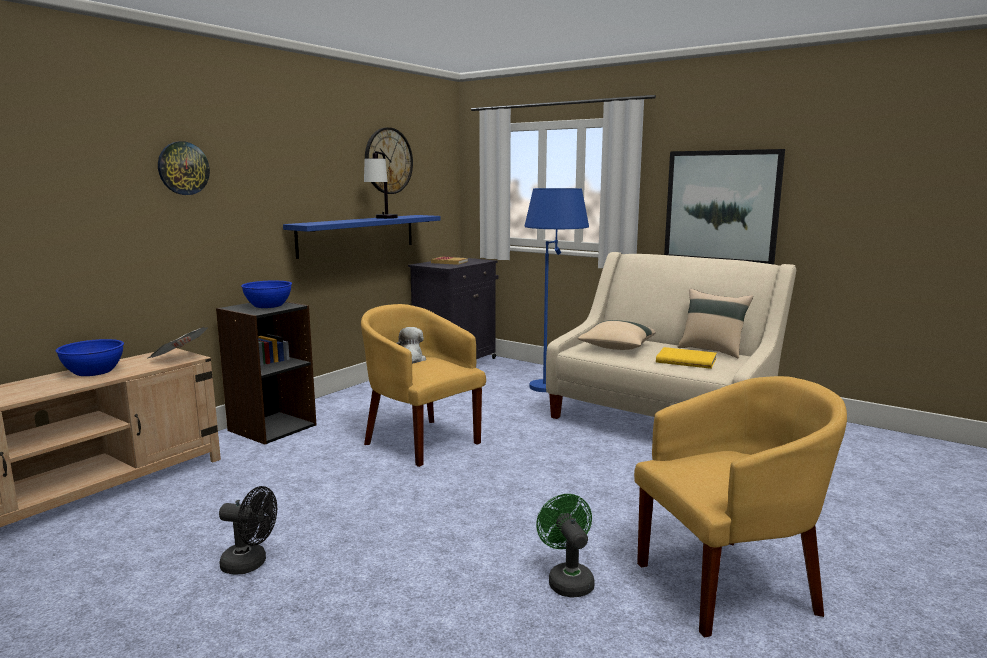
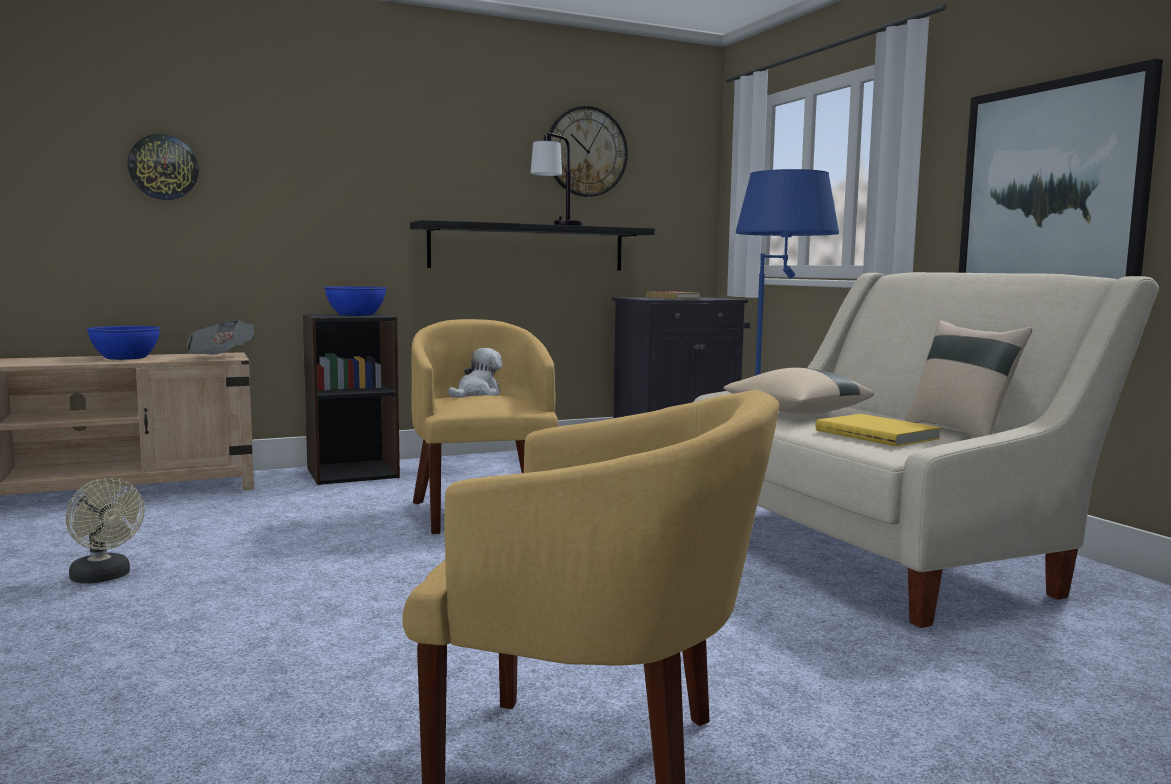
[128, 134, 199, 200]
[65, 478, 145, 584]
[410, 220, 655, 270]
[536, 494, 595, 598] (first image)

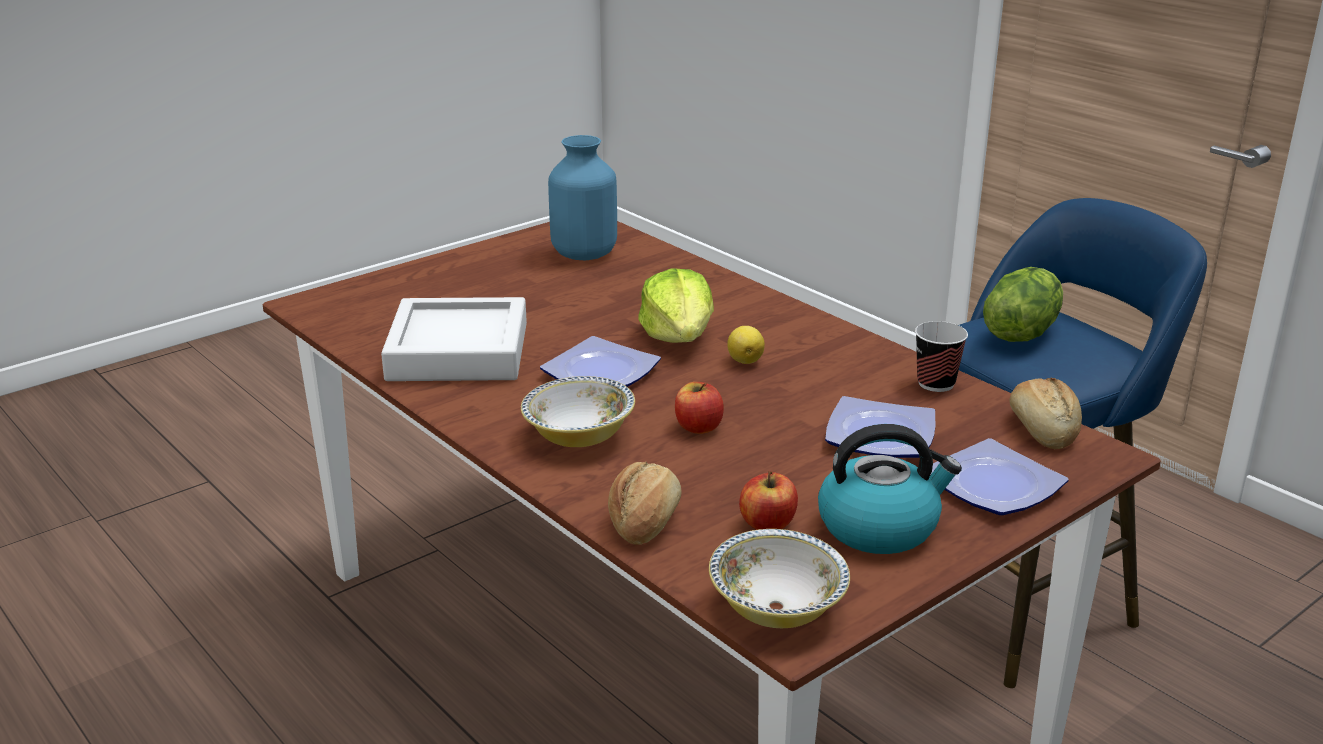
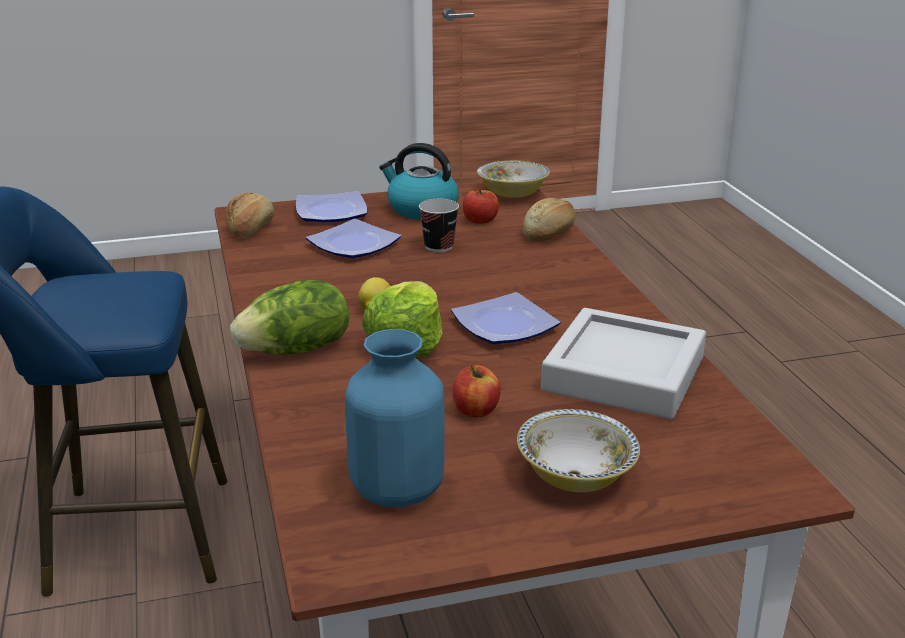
[517, 409, 640, 492]
[453, 365, 501, 417]
[419, 199, 459, 252]
[230, 280, 349, 354]

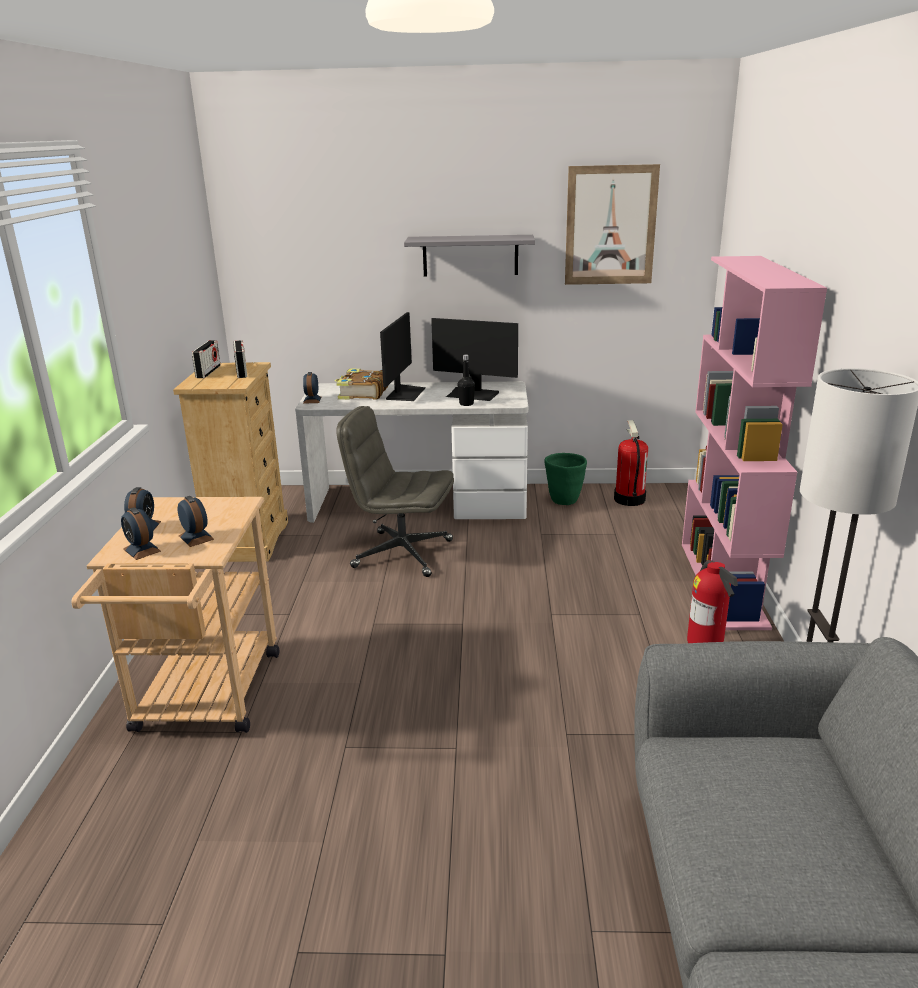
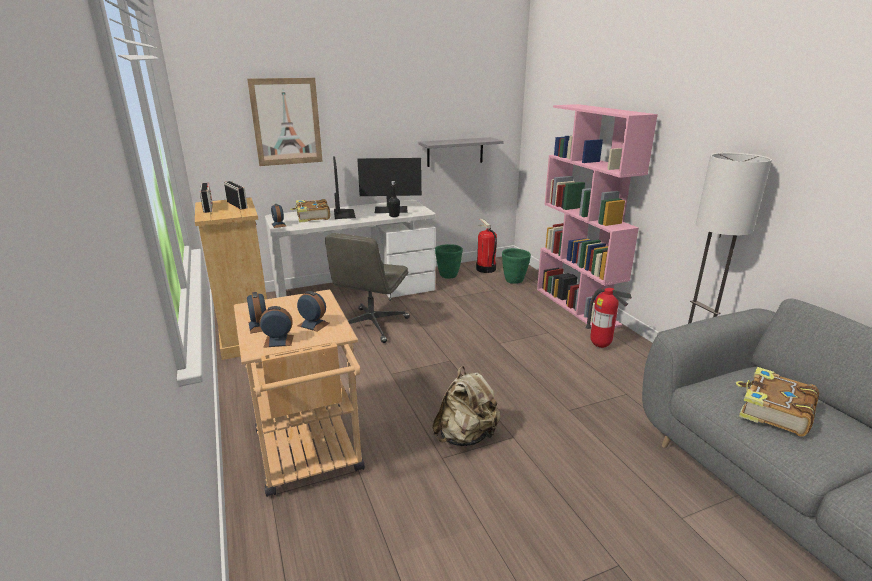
[260, 306, 294, 348]
[325, 233, 410, 343]
[418, 137, 504, 167]
[247, 78, 323, 166]
[432, 366, 501, 446]
[502, 248, 531, 284]
[736, 367, 819, 437]

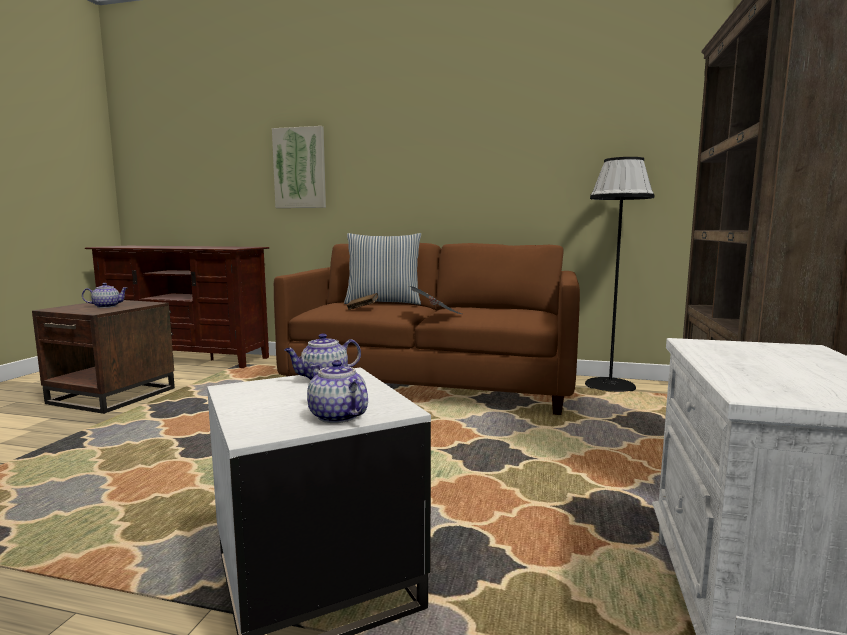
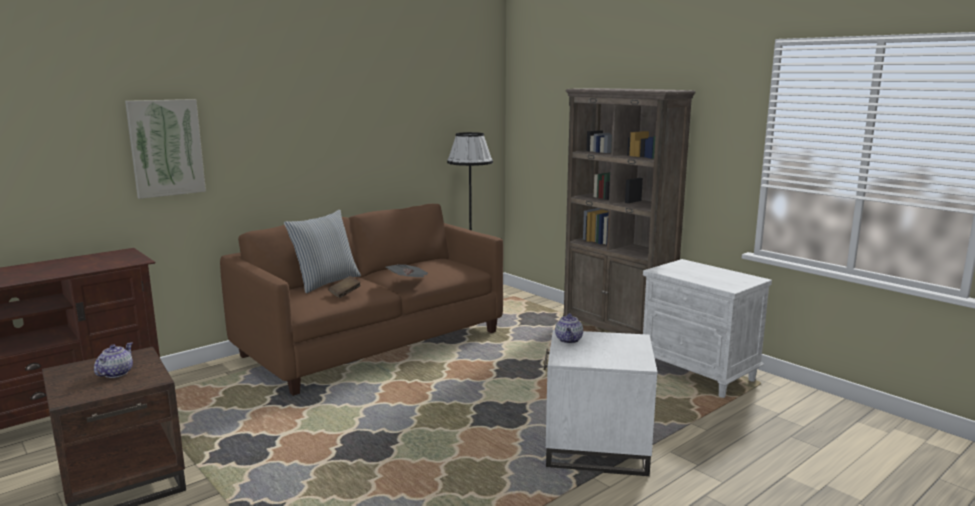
[307, 360, 368, 423] (first image)

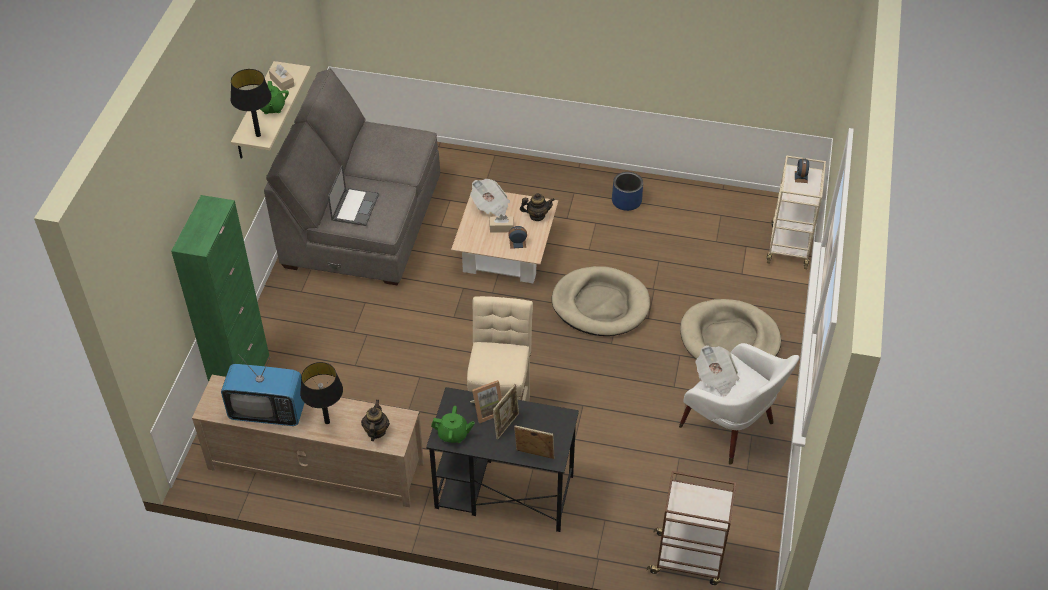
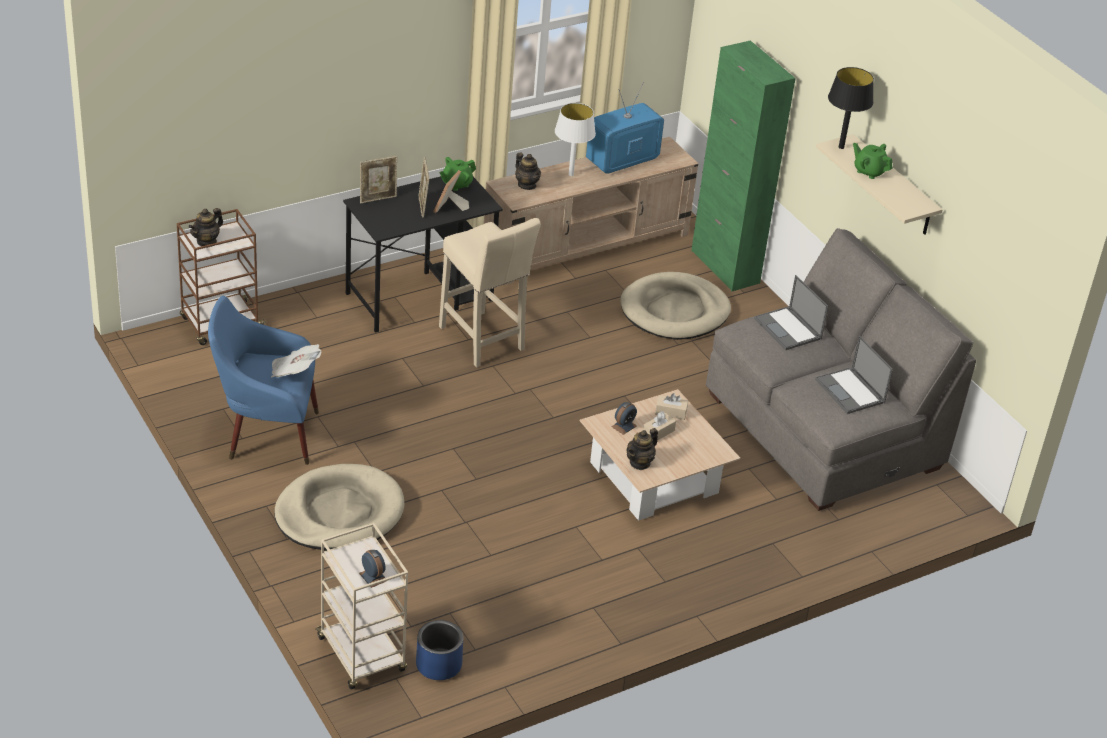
[655, 393, 688, 420]
[555, 103, 596, 176]
[470, 179, 510, 217] (first image)
[620, 272, 731, 340]
[416, 620, 463, 680]
[208, 296, 319, 465]
[188, 208, 223, 248]
[815, 335, 893, 414]

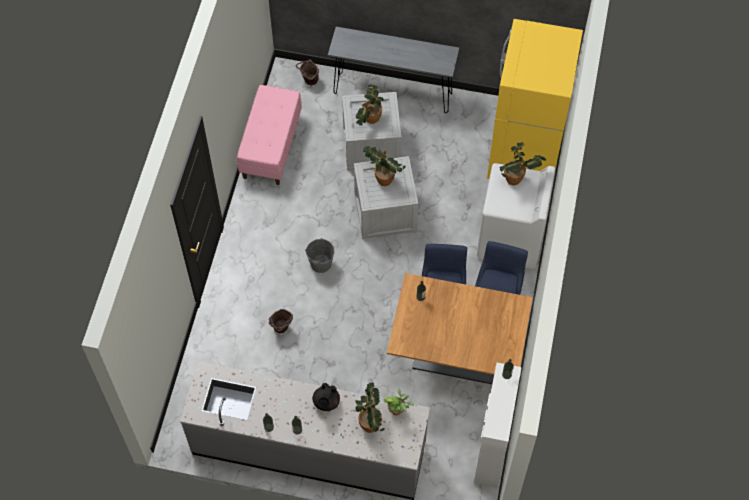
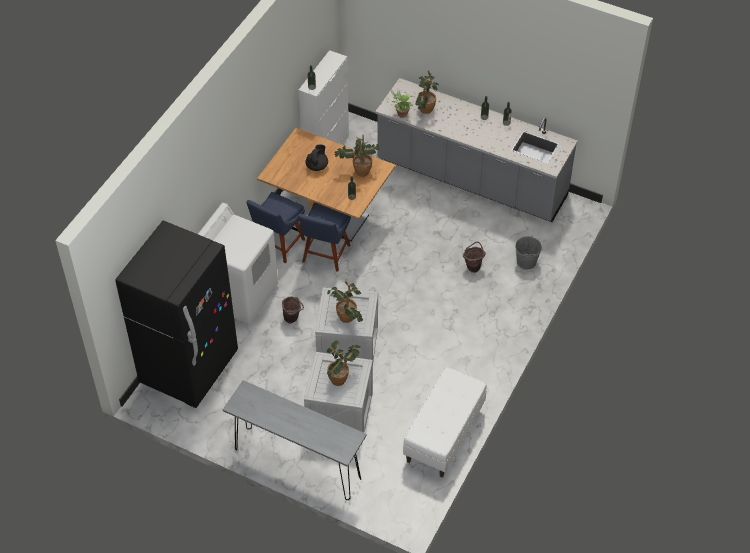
[403, 367, 487, 477]
[282, 296, 304, 323]
[515, 236, 542, 269]
[306, 144, 328, 171]
[115, 220, 238, 408]
[335, 135, 380, 177]

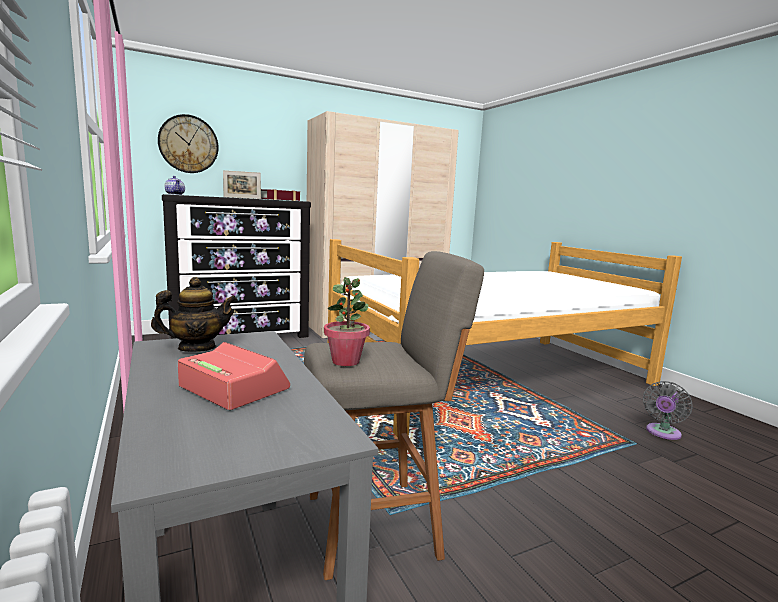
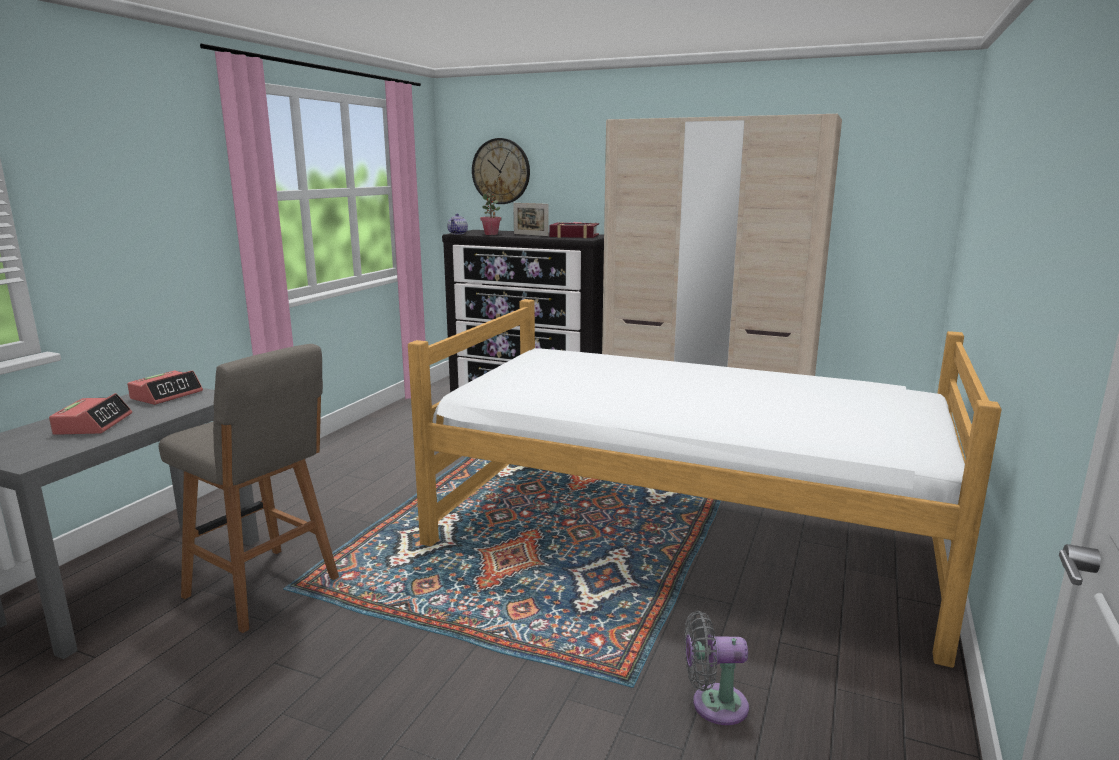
[127, 371, 203, 405]
[480, 193, 502, 235]

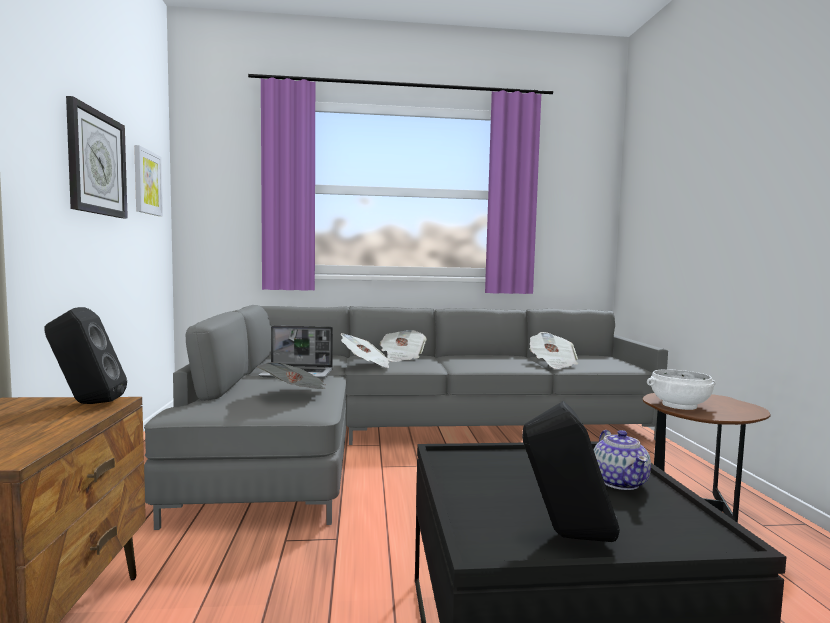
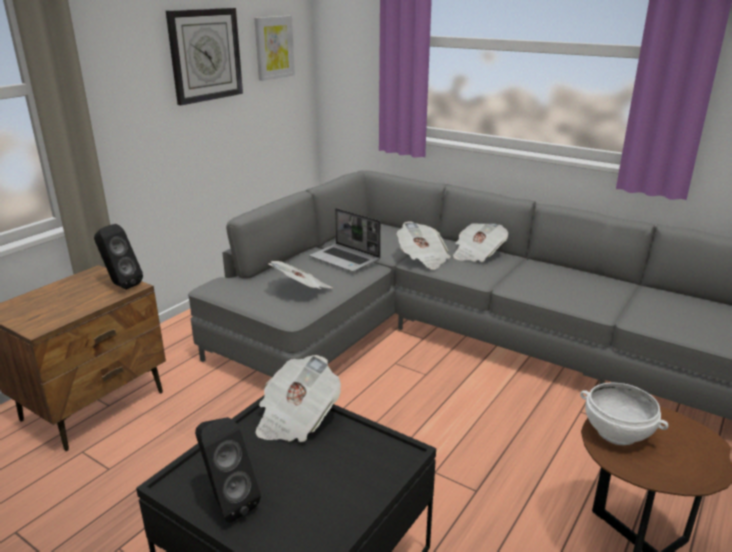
[255, 355, 341, 442]
[594, 430, 651, 490] (first image)

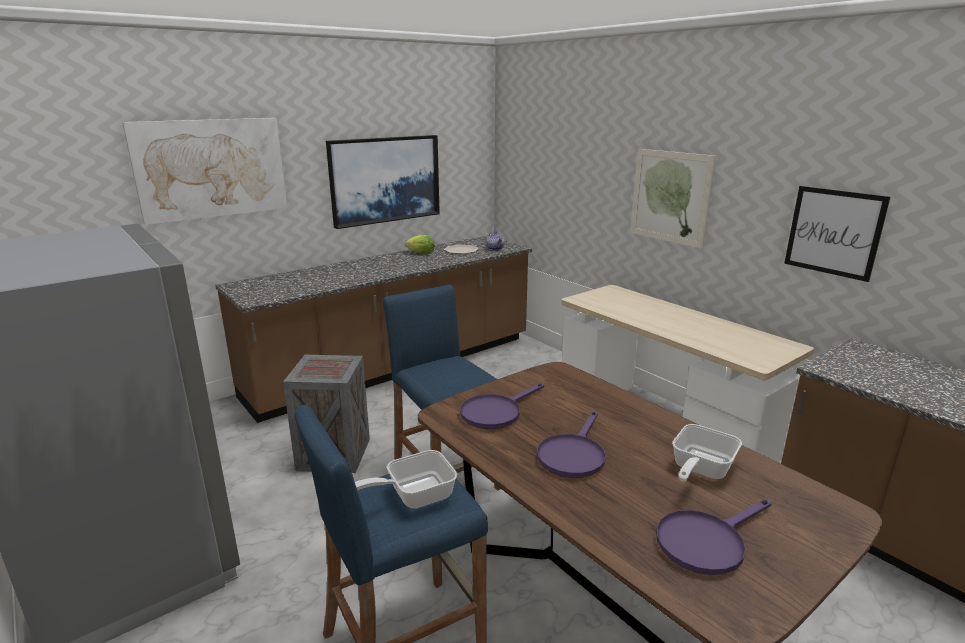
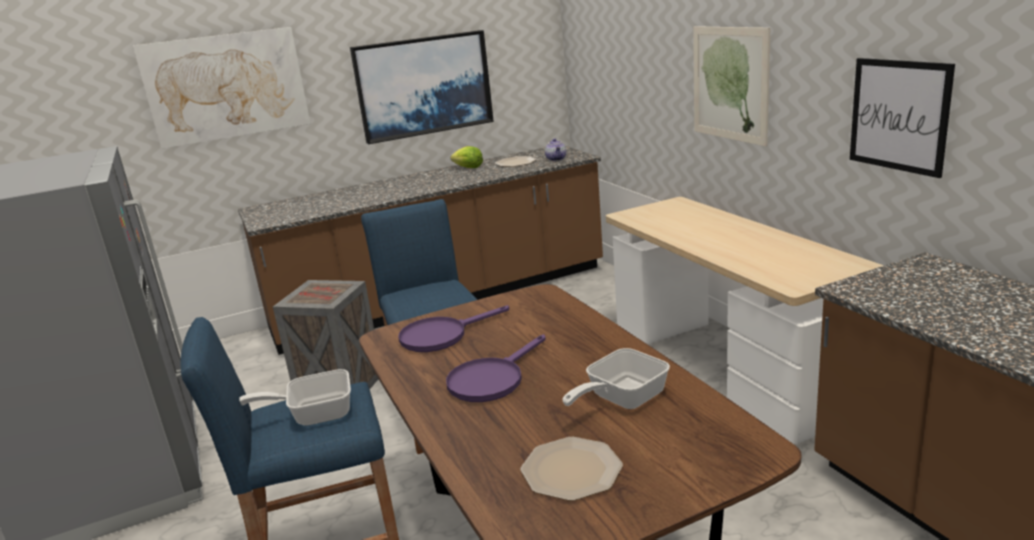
[521, 437, 623, 501]

